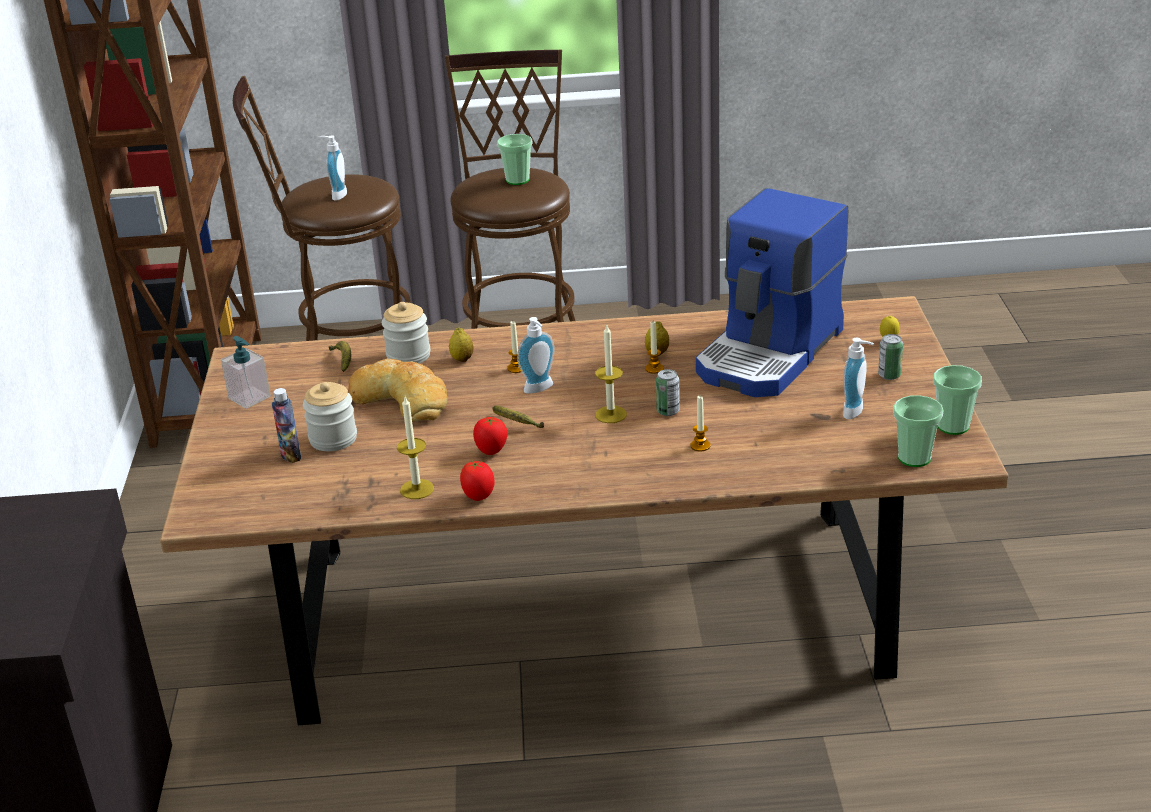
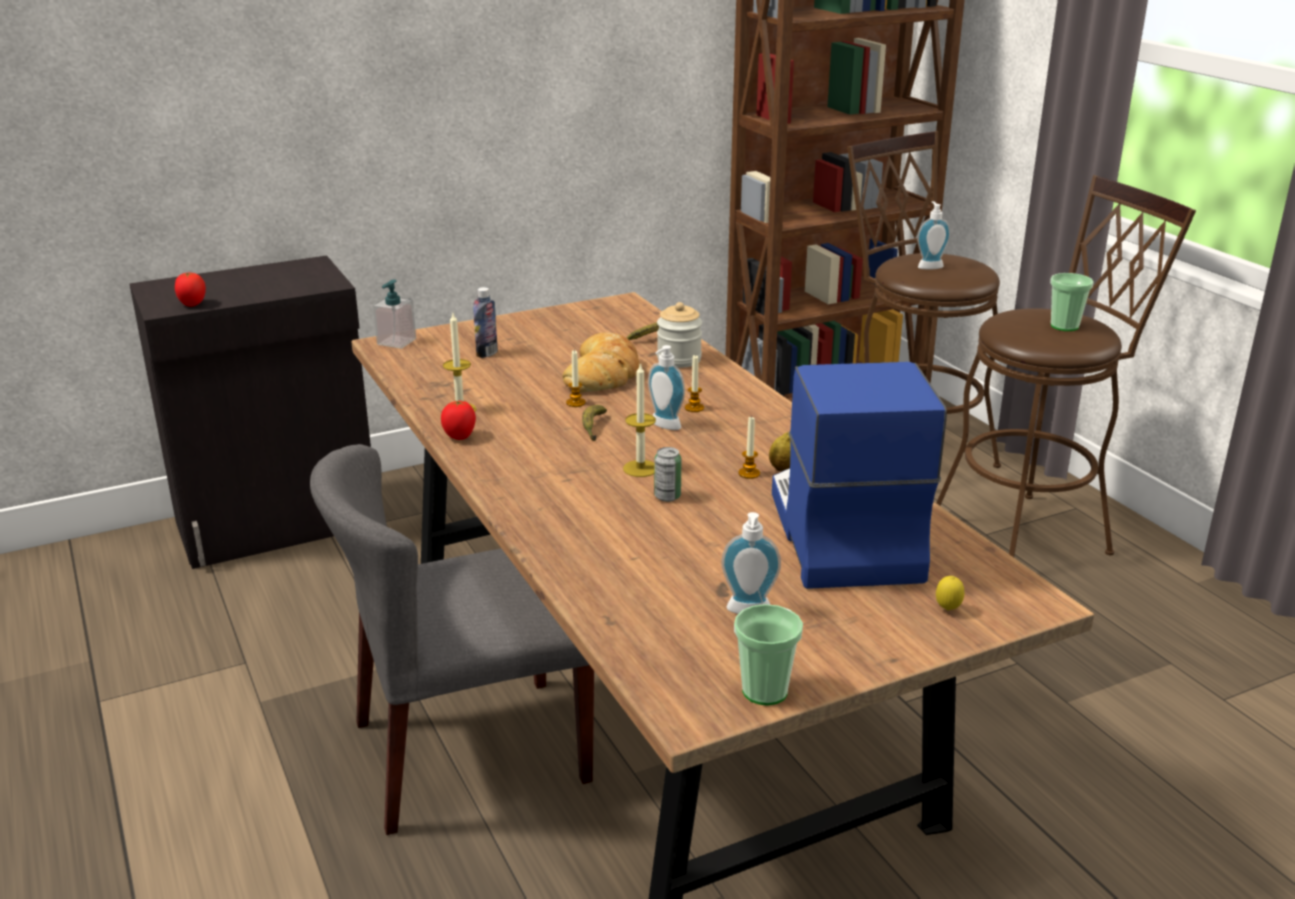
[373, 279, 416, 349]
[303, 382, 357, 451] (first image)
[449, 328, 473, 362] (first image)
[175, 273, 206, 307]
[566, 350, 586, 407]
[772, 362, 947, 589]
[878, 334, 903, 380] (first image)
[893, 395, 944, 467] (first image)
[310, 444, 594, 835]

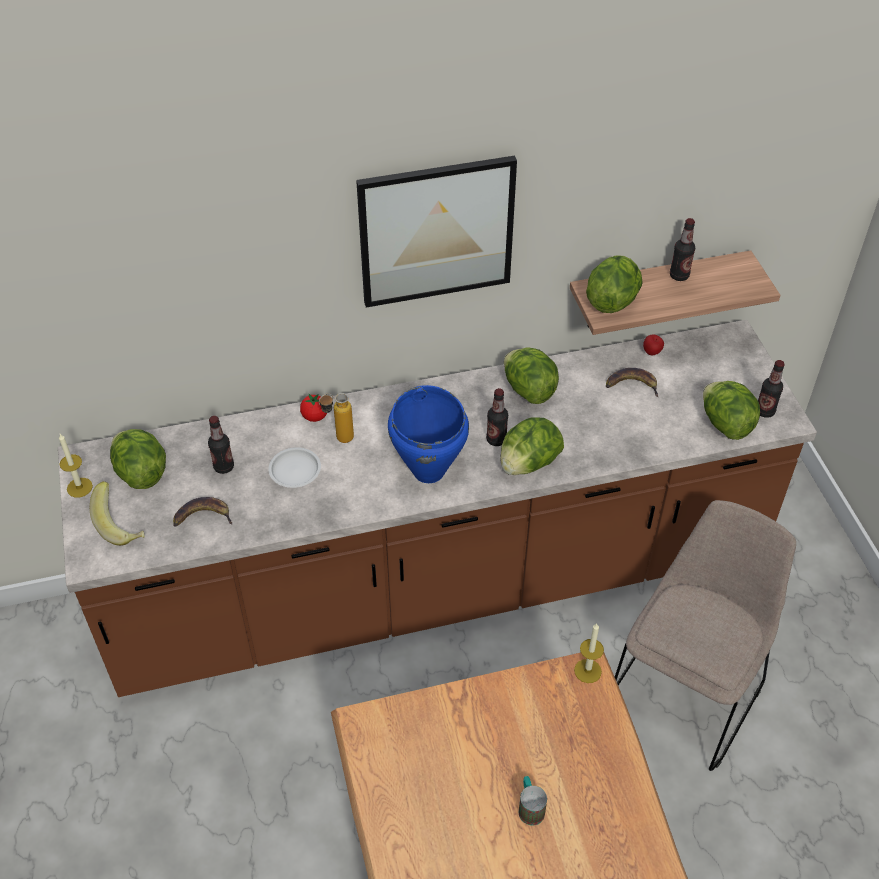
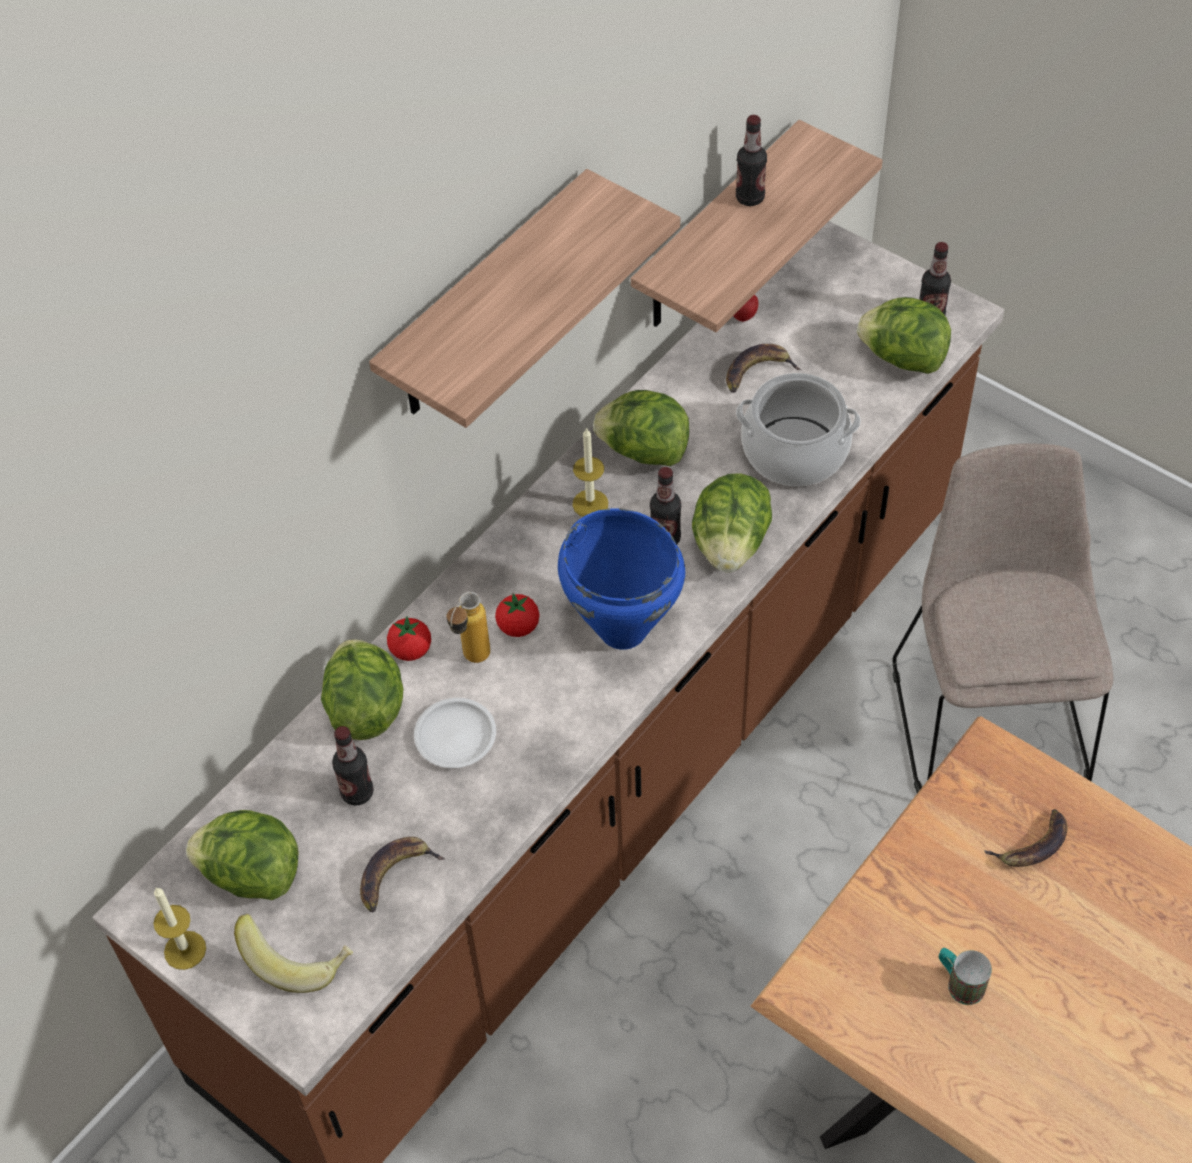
[369, 169, 680, 428]
[939, 948, 992, 1005]
[573, 427, 608, 517]
[321, 639, 403, 740]
[495, 593, 540, 637]
[736, 373, 861, 486]
[984, 809, 1068, 867]

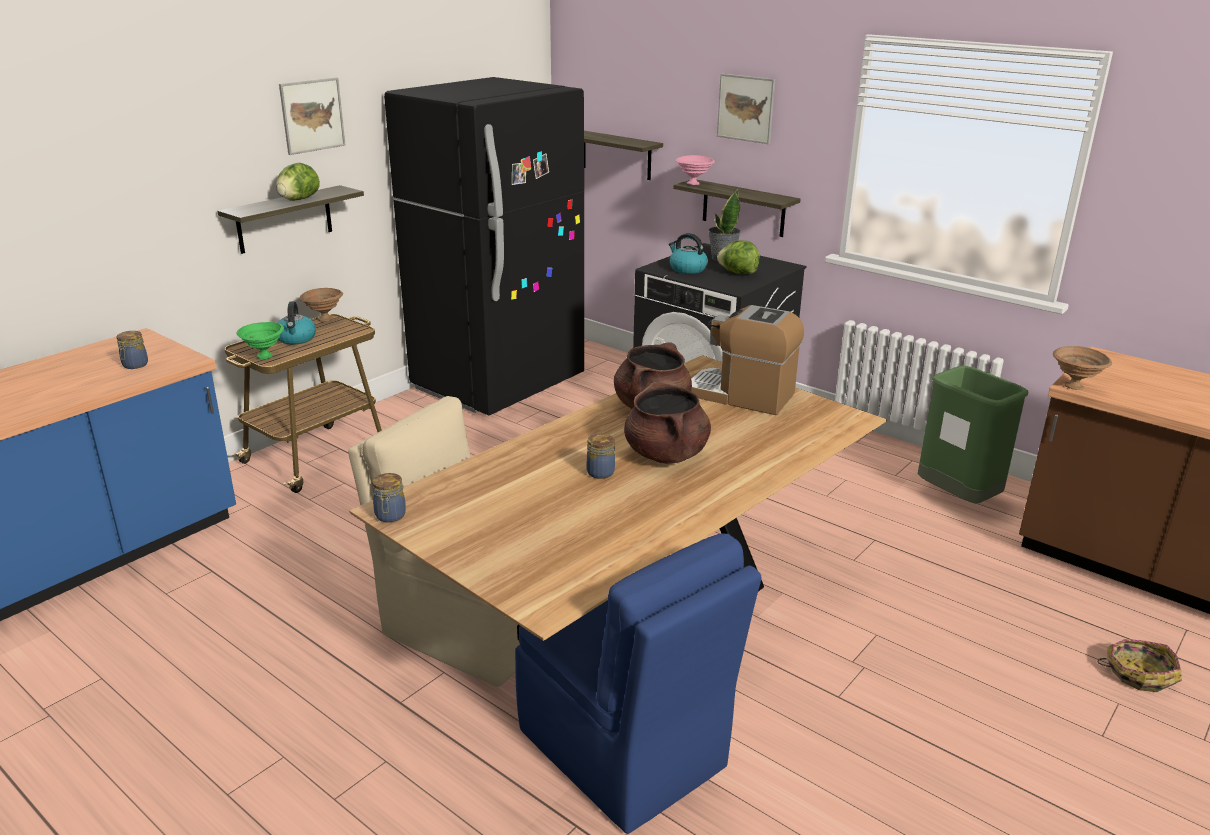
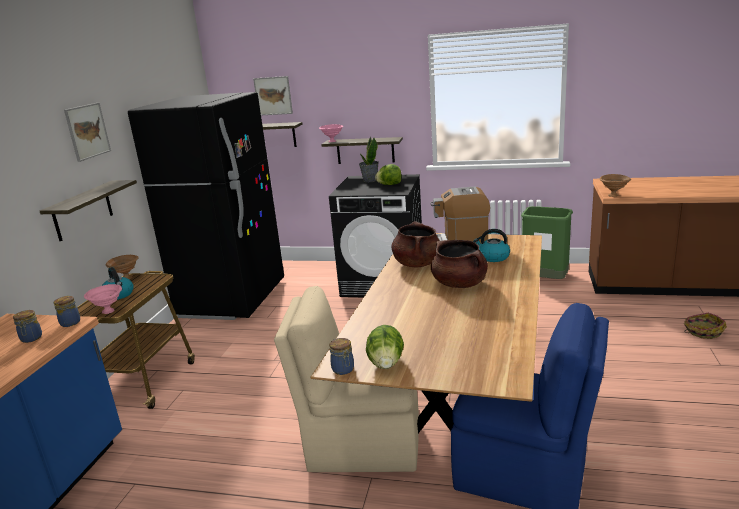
[84, 284, 122, 314]
[366, 325, 404, 369]
[54, 296, 80, 327]
[473, 229, 510, 262]
[253, 76, 293, 115]

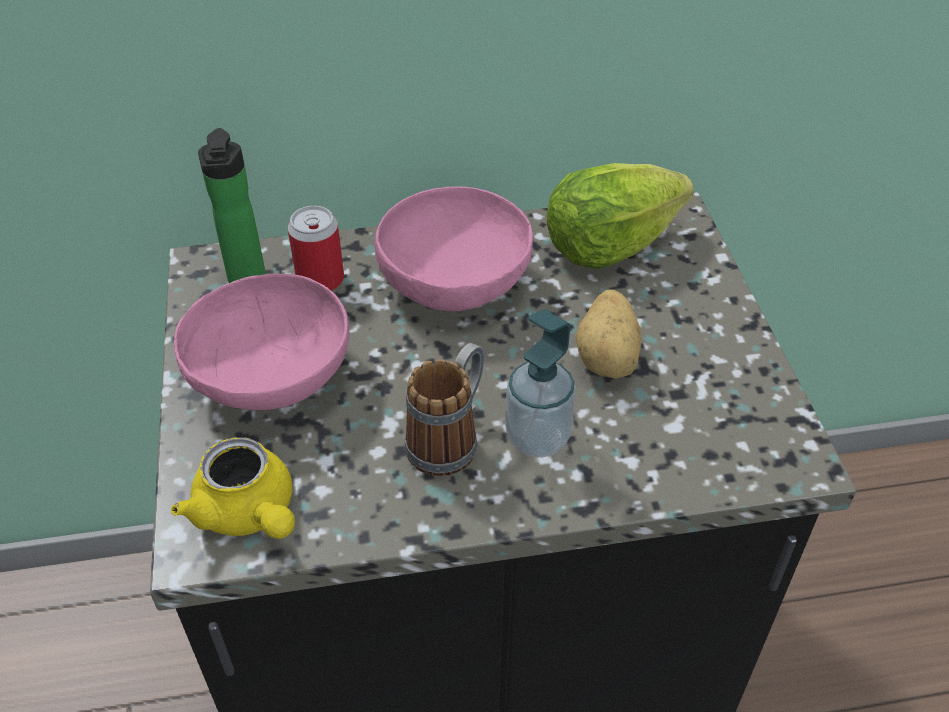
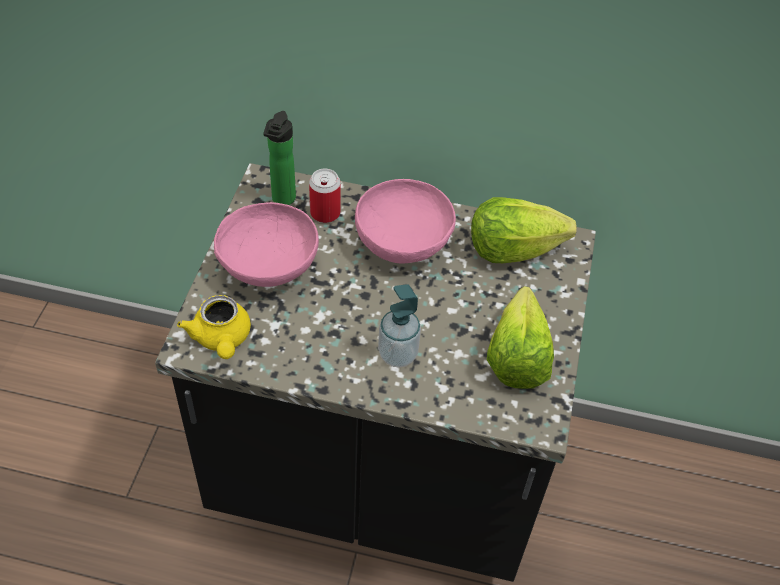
[405, 343, 484, 476] (first image)
[576, 290, 641, 379] (first image)
[487, 286, 554, 389]

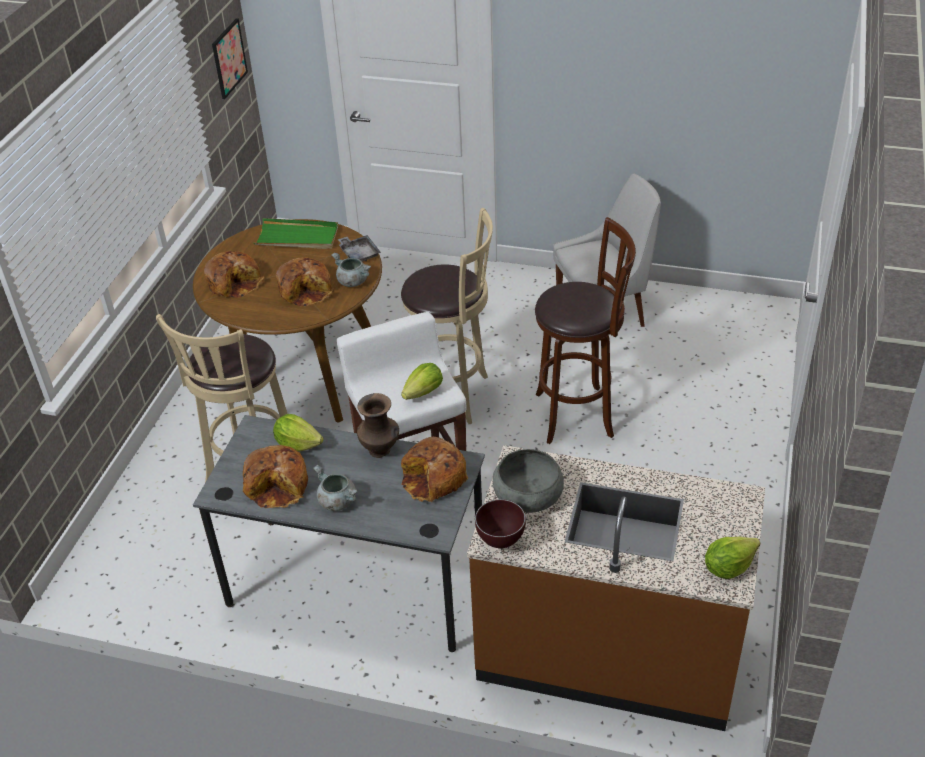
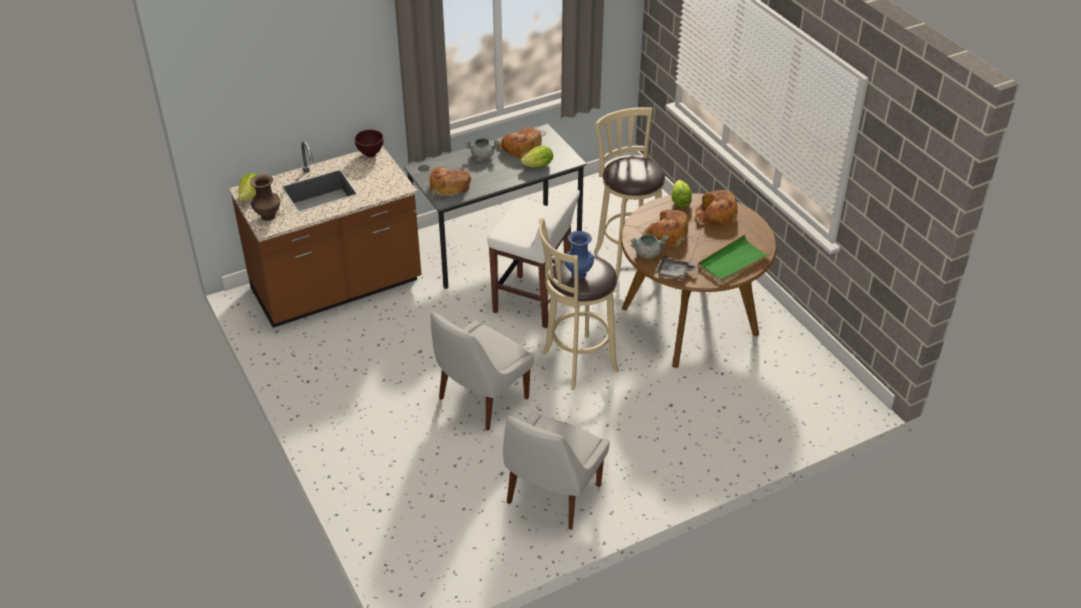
[212, 18, 248, 99] (first image)
[250, 174, 280, 221]
[672, 180, 692, 207]
[493, 449, 564, 513] (first image)
[431, 312, 534, 431]
[564, 231, 594, 279]

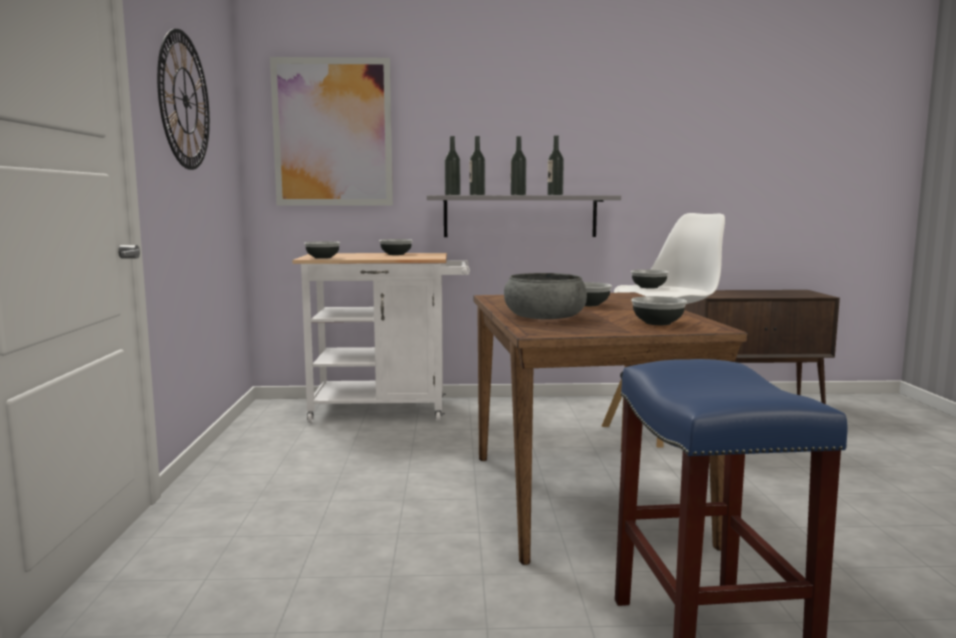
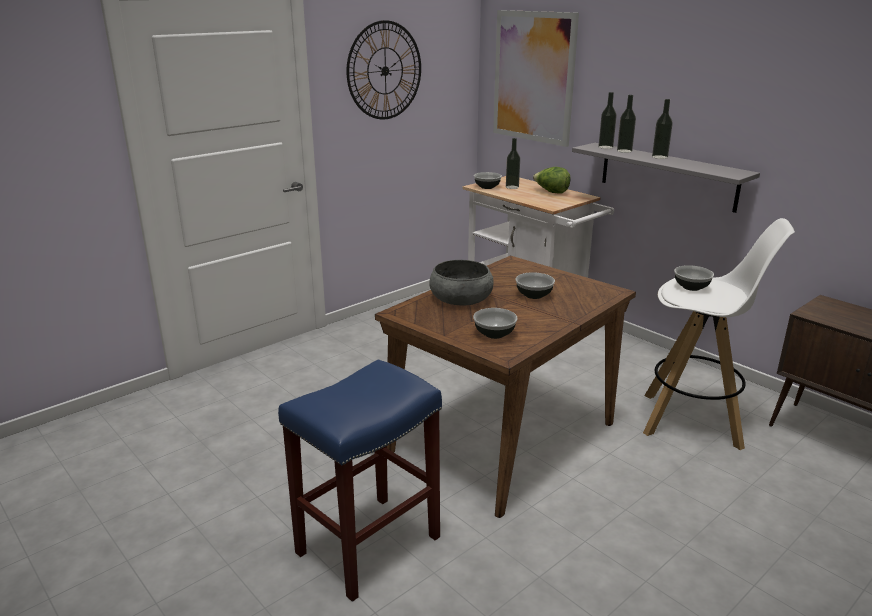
[533, 167, 570, 194]
[506, 138, 520, 189]

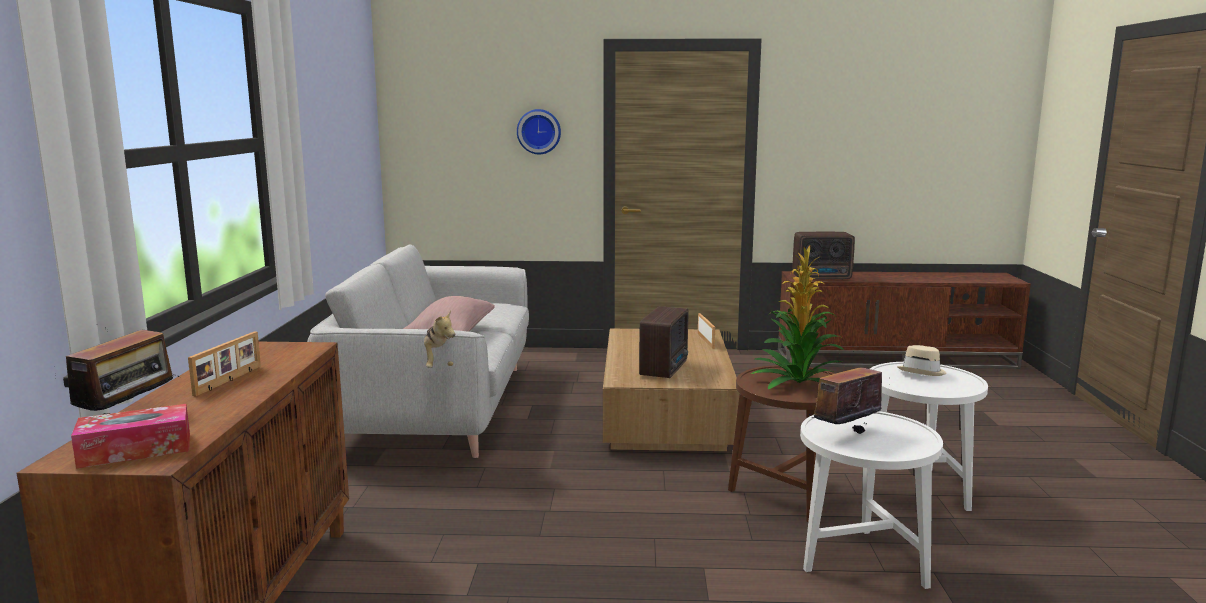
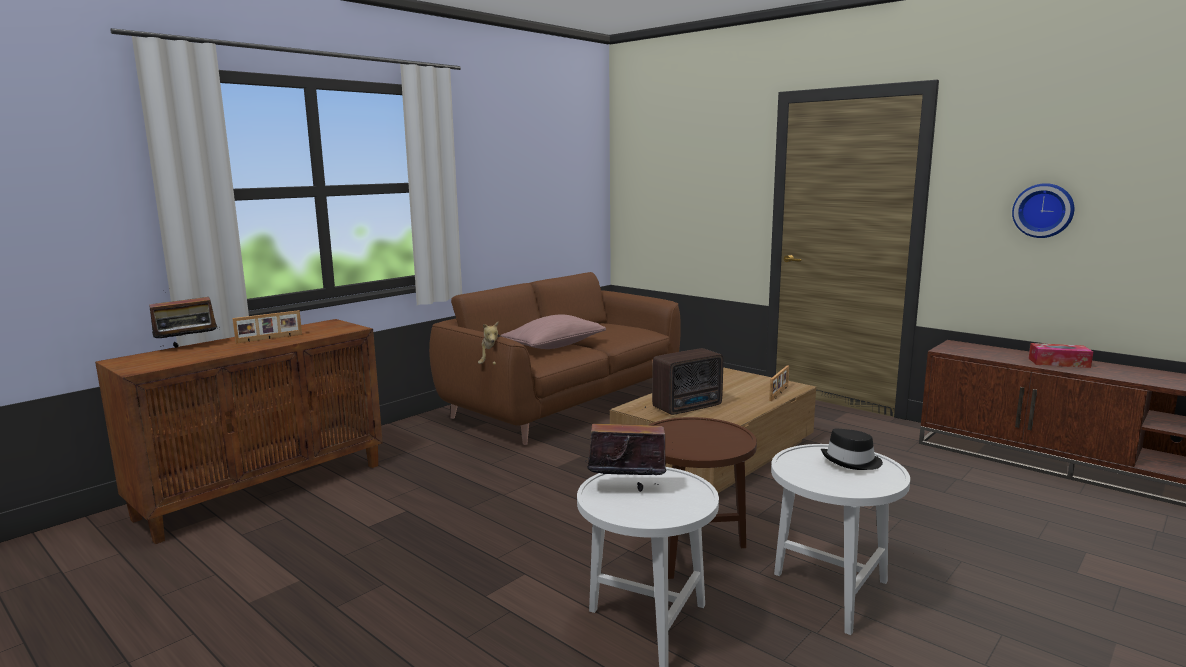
[1029, 343, 1093, 368]
[429, 272, 681, 445]
[1012, 183, 1074, 238]
[751, 245, 844, 389] (first image)
[792, 232, 855, 280] (first image)
[821, 429, 883, 470]

